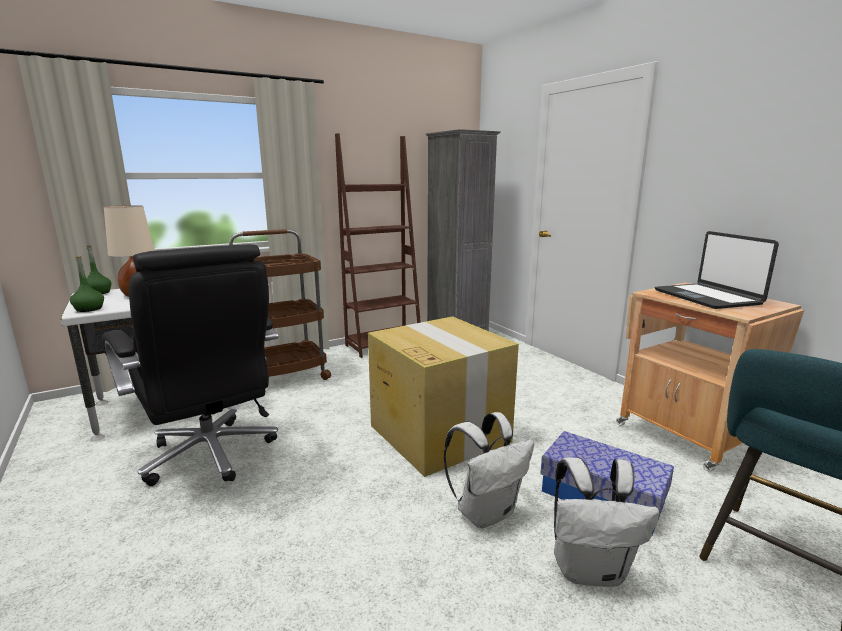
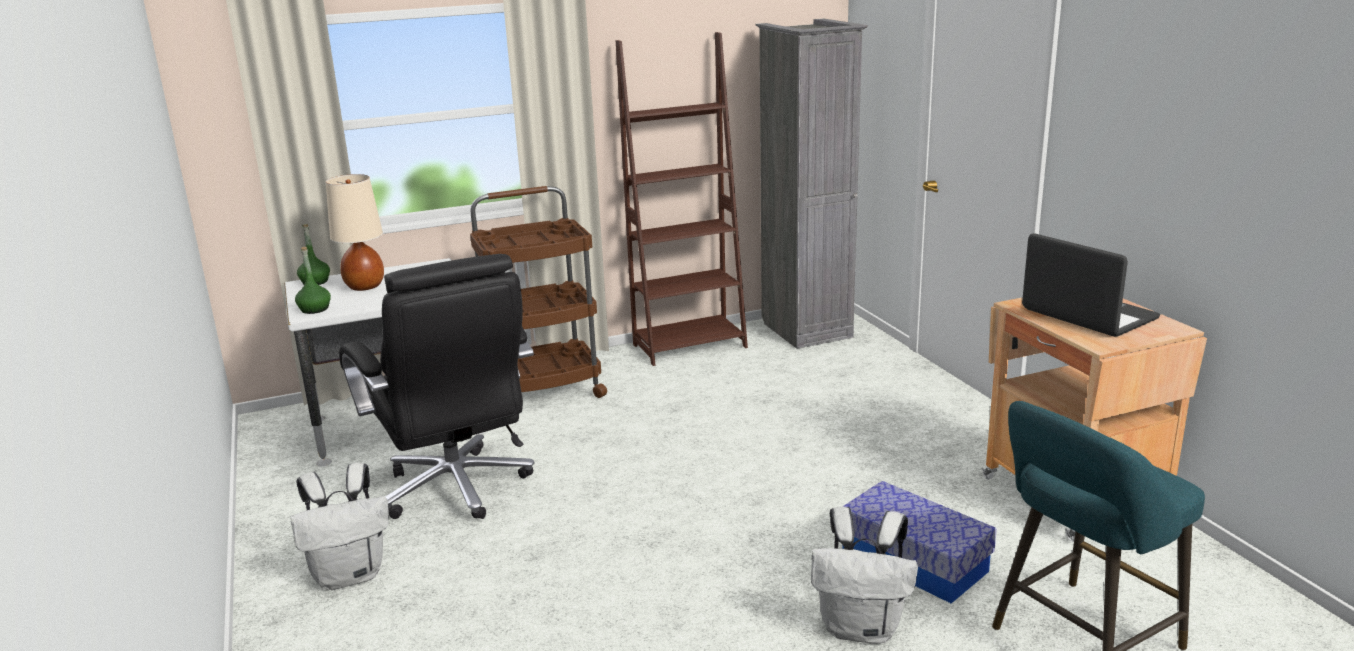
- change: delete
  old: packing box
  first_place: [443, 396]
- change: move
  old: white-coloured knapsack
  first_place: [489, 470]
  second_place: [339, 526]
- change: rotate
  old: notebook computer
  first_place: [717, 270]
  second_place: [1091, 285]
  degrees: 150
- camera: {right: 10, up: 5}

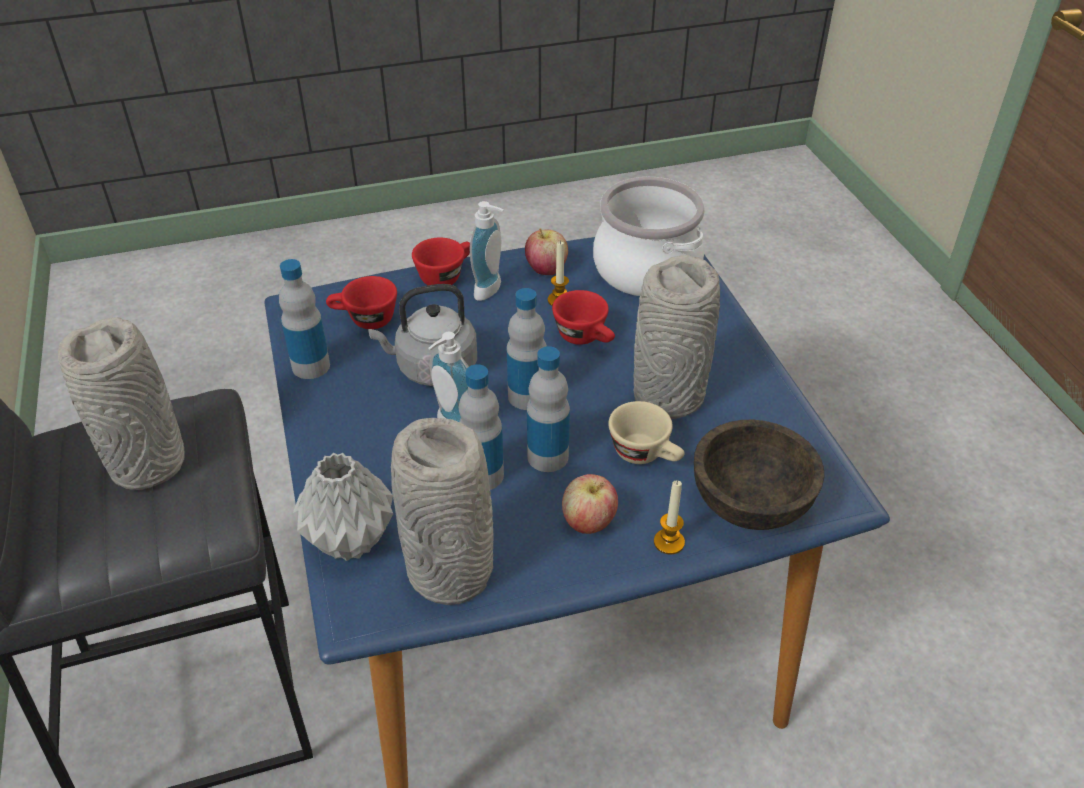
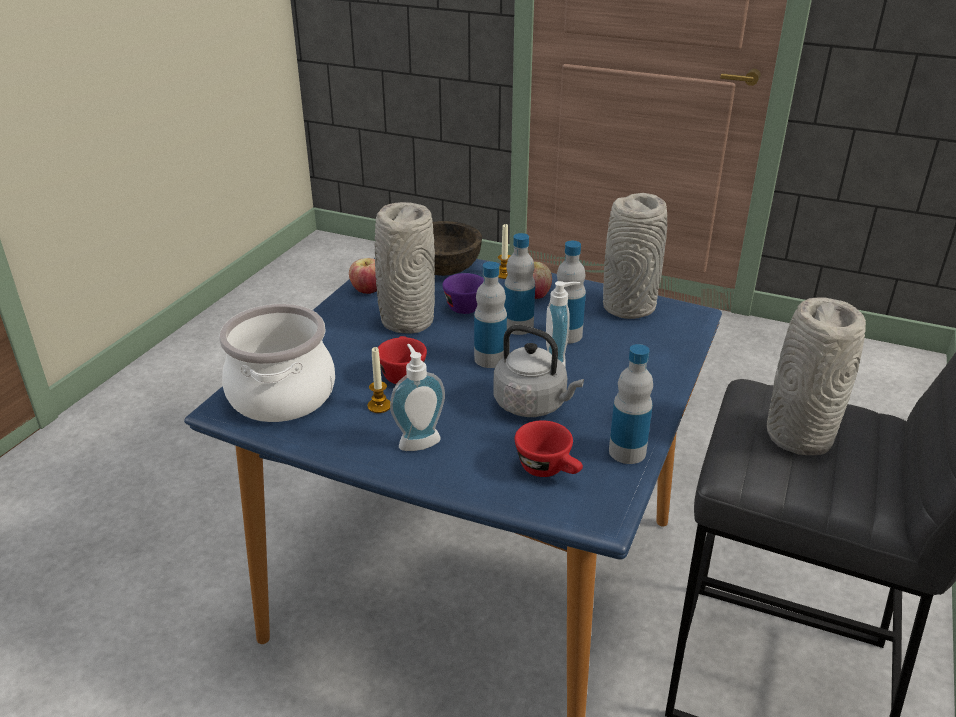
- change: delete
  old: greyish decorative vase
  first_place: [343, 507]
- change: delete
  old: red-coloured cup
  first_place: [441, 261]
- change: move
  old: apple
  first_place: [546, 251]
  second_place: [363, 276]
- change: recolor
  old: beige-coloured cup
  new: purplish cup
  first_place: [646, 432]
  second_place: [463, 293]
- camera: {right: -140, up: -10}

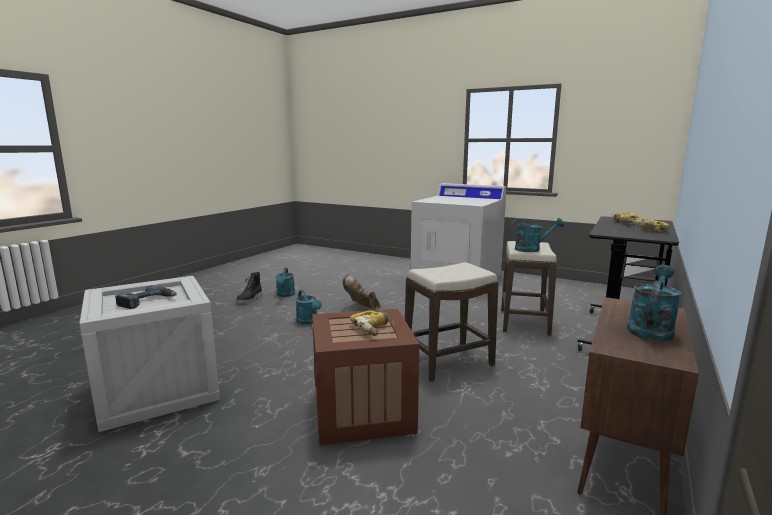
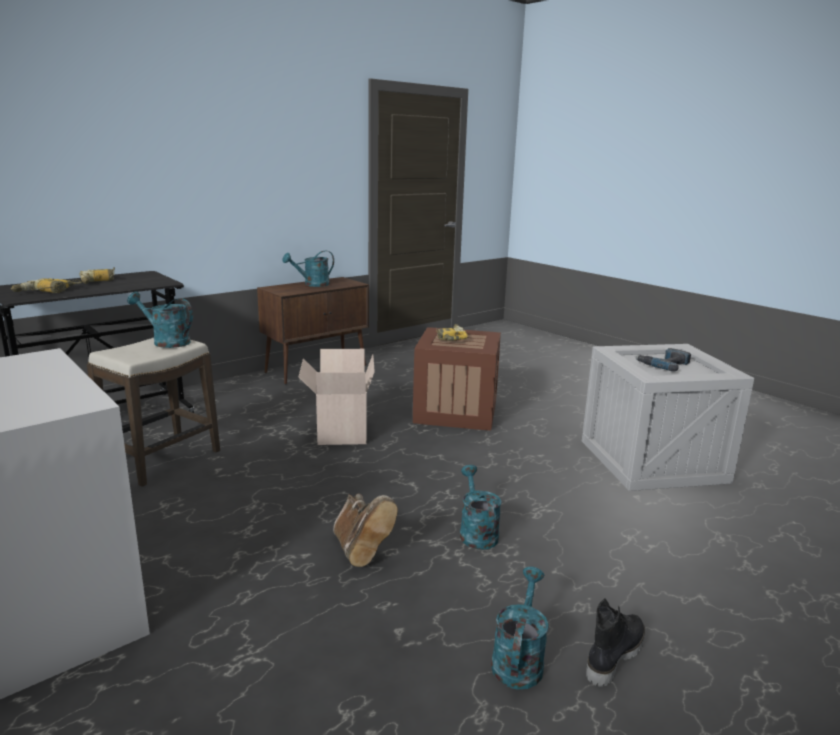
- change: replace
  old: sitting stool
  new: packing box
  first_place: [452, 321]
  second_place: [337, 397]
- camera: {right: -160, up: 5}

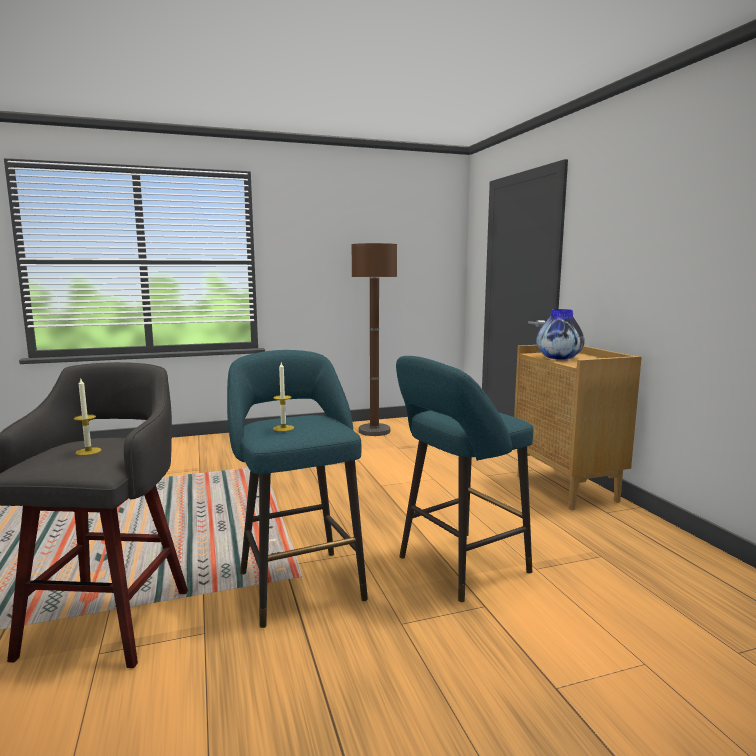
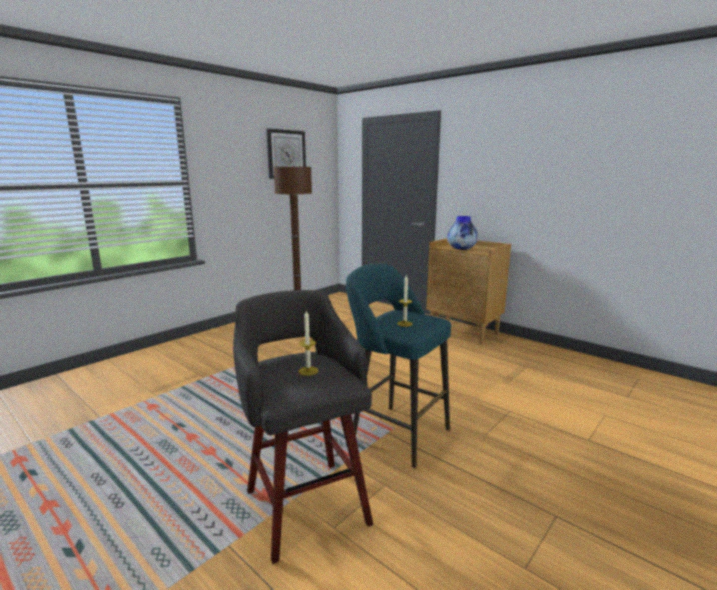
- change: delete
  old: blue-green sitting stool
  first_place: [464, 479]
- change: insert
  new: wall clock
  second_place: [286, 153]
- camera: {right: -30, up: 5}

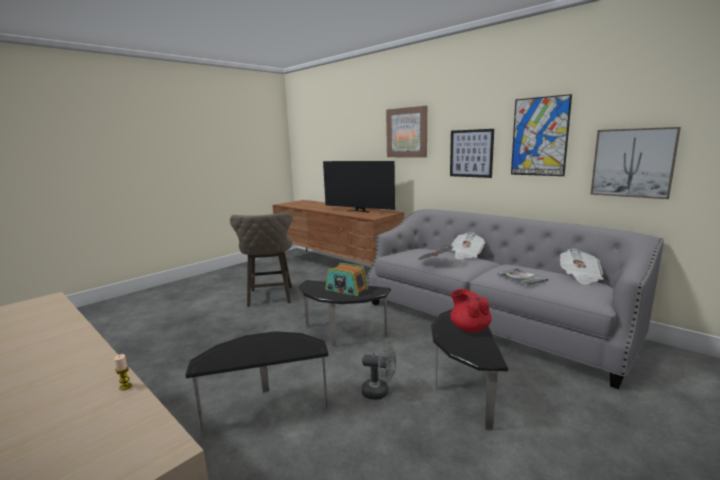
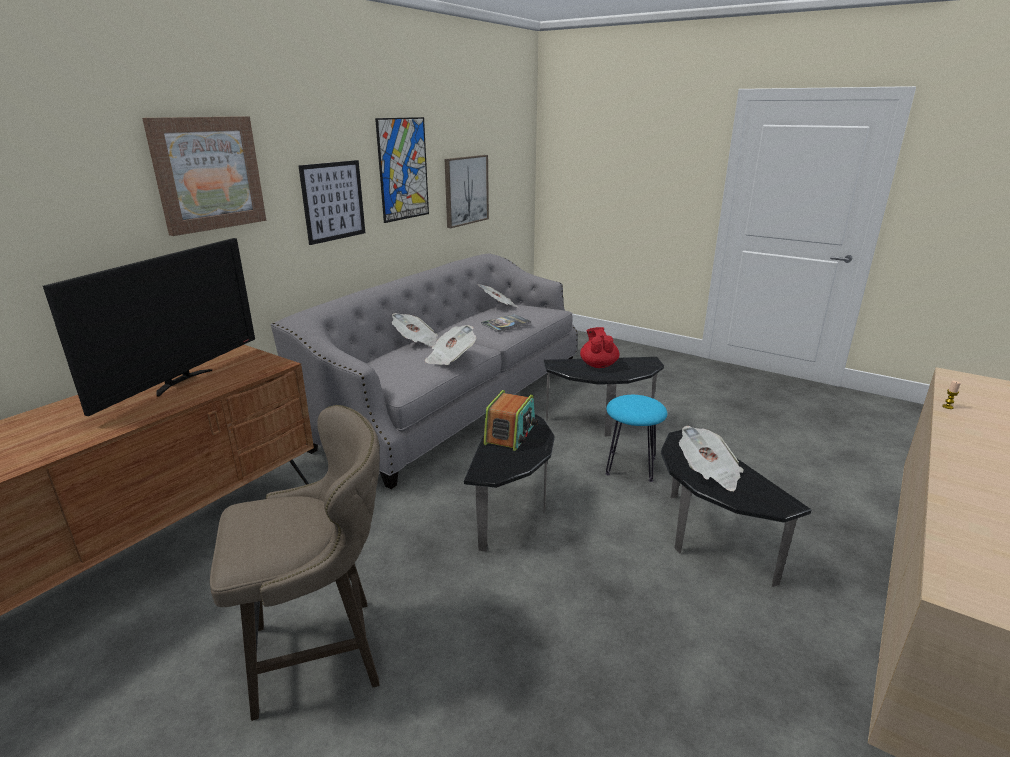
- change: replace
  old: greyish electric fan
  new: blue-green sitting stool
  first_place: [378, 372]
  second_place: [636, 438]
- change: rotate
  old: red-coloured pot for tea
  first_place: [471, 310]
  second_place: [599, 347]
  degrees: 120
- change: insert
  new: daily paper
  second_place: [711, 458]
- camera: {right: -100, up: 10}

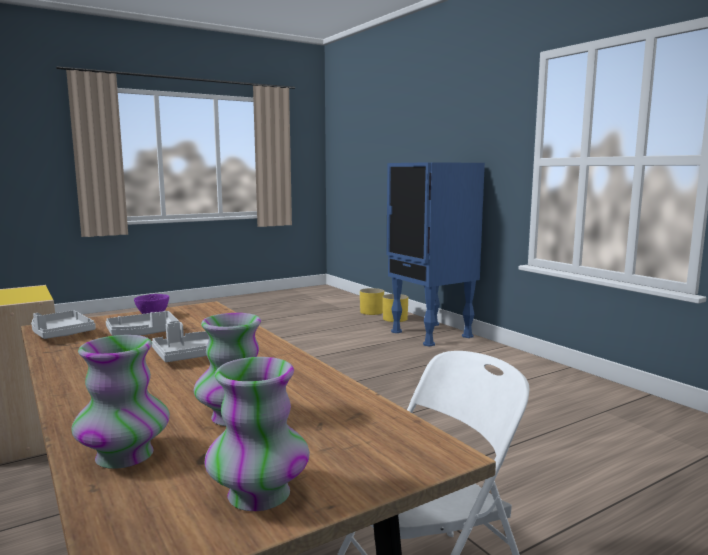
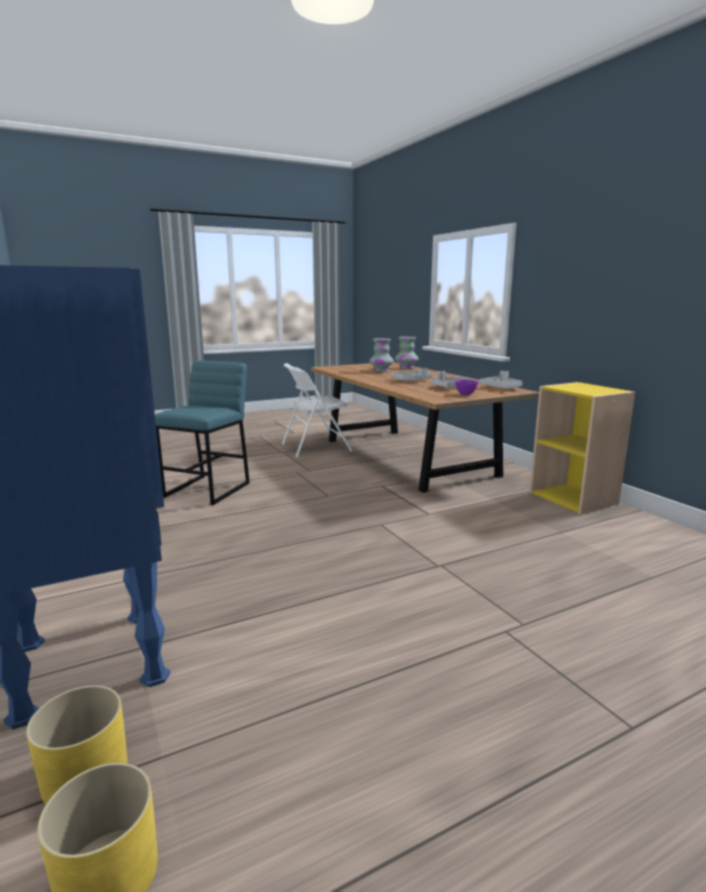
- change: delete
  old: decorative vase
  first_place: [257, 434]
- change: insert
  new: bluish sitting stool
  second_place: [202, 432]
- camera: {right: -175, up: 5}

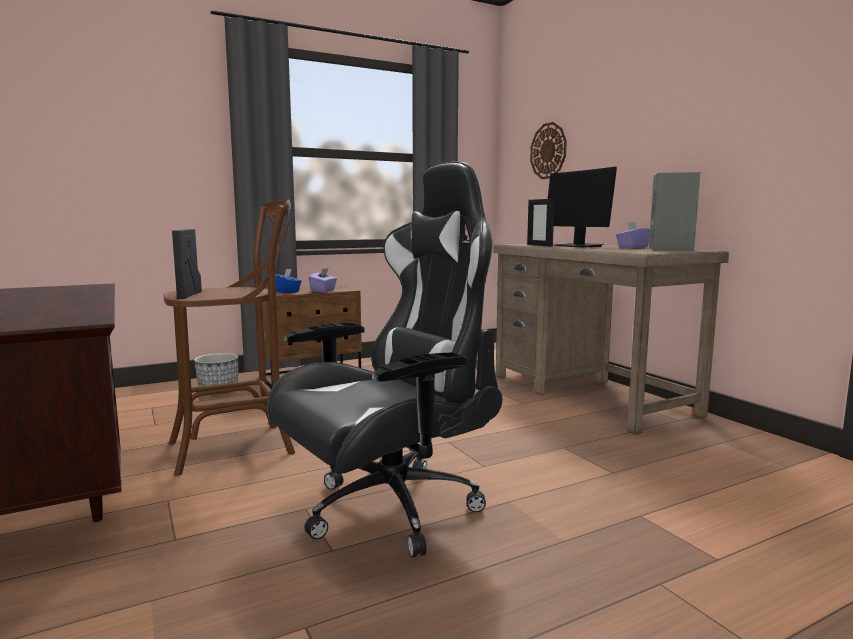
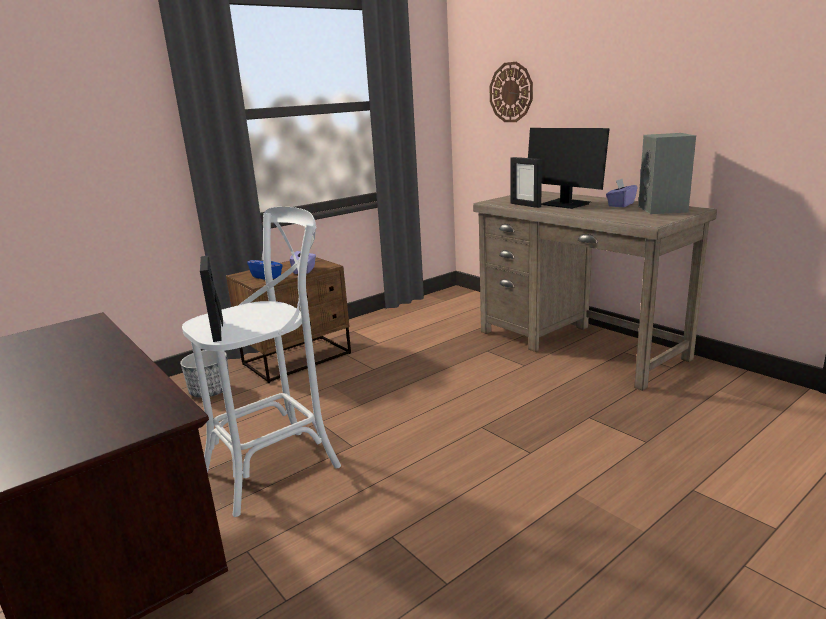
- change: recolor
  old: brown-coloured sitting stool
  new: white-coloured sitting stool
  first_place: [229, 337]
  second_place: [261, 362]
- change: delete
  old: black-coloured desk chair
  first_place: [384, 359]
- camera: {right: -10, up: 10}

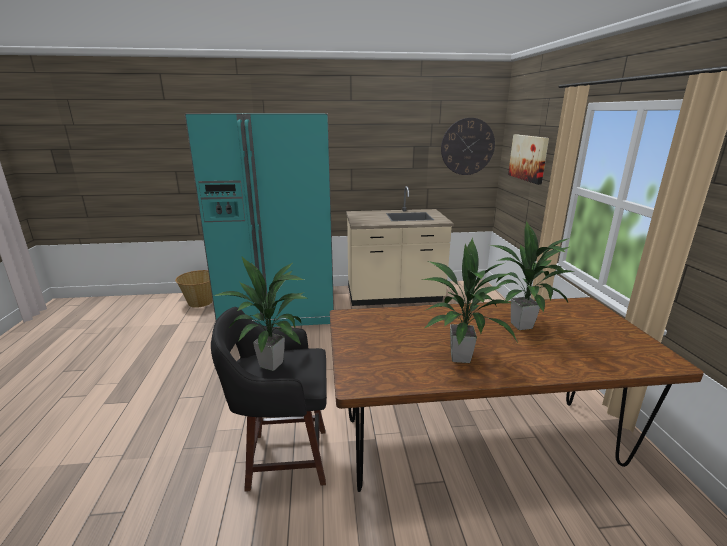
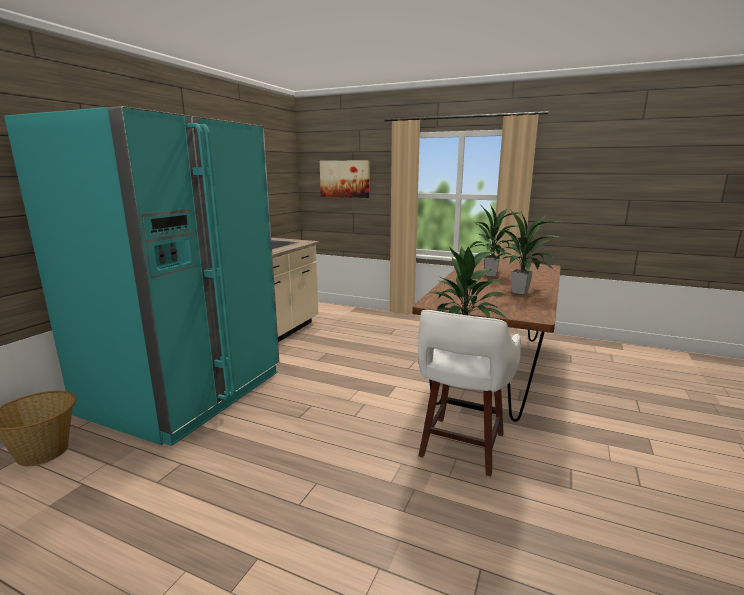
- change: recolor
  old: black-coloured sitting stool
  new: white-coloured sitting stool
  first_place: [269, 399]
  second_place: [469, 393]
- change: delete
  old: wall clock
  first_place: [468, 146]
- camera: {right: -60, up: -5}

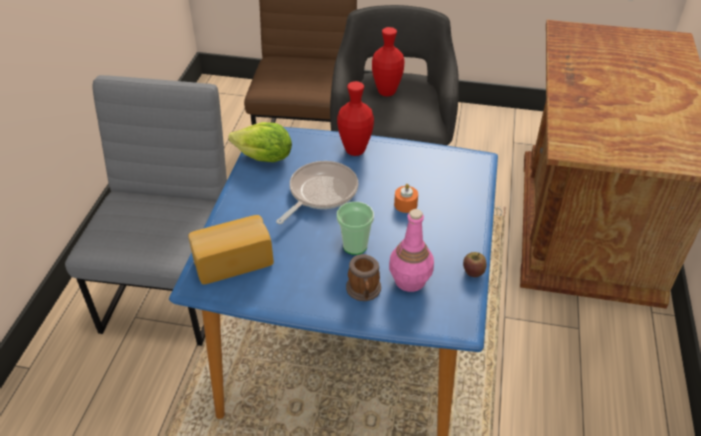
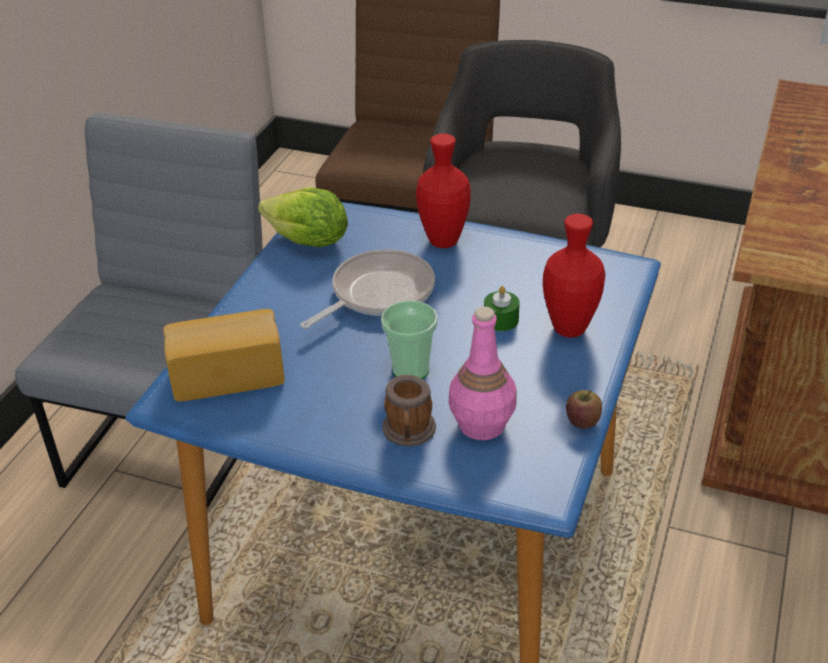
- change: move
  old: red-coloured decorative vase
  first_place: [388, 61]
  second_place: [574, 276]
- change: recolor
  old: orange wax candle
  new: green-coloured wax candle
  first_place: [406, 198]
  second_place: [502, 308]
- camera: {right: 10, up: -5}

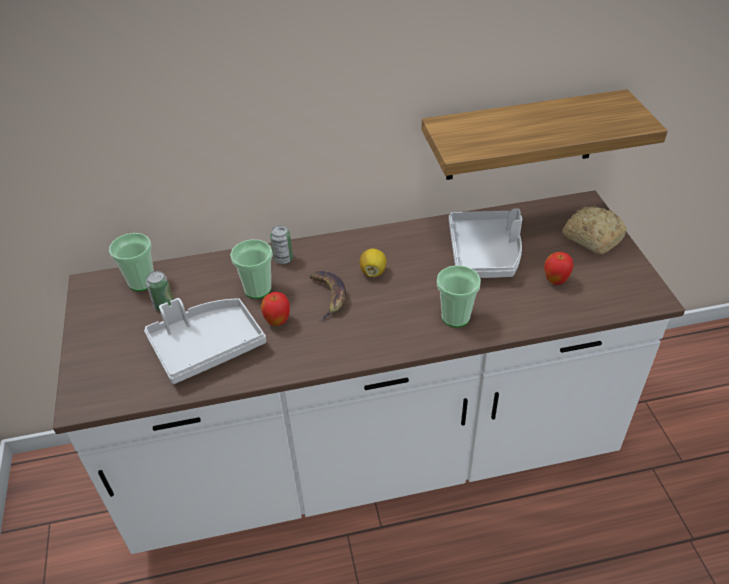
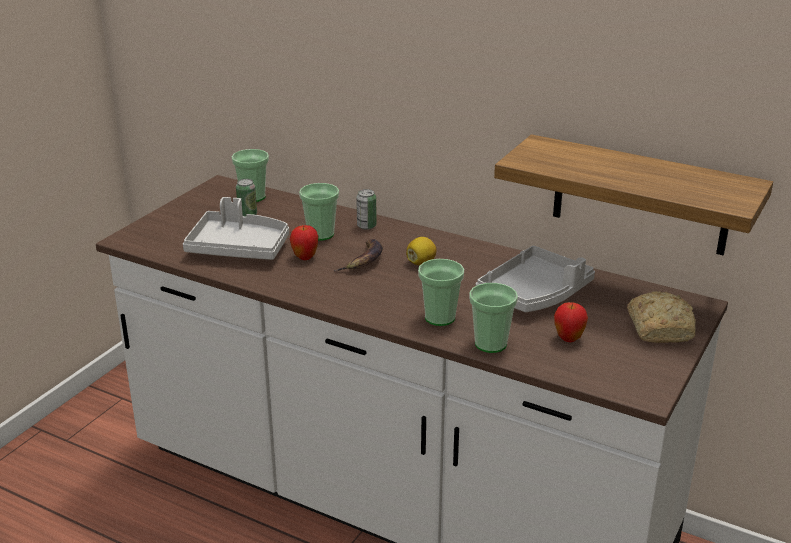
- change: insert
  new: cup
  second_place: [493, 318]
- camera: {right: 40, up: -15}

